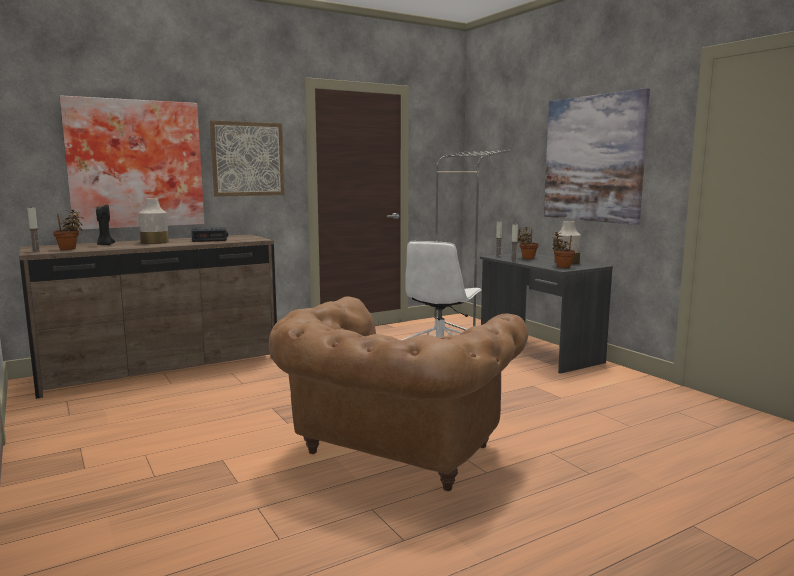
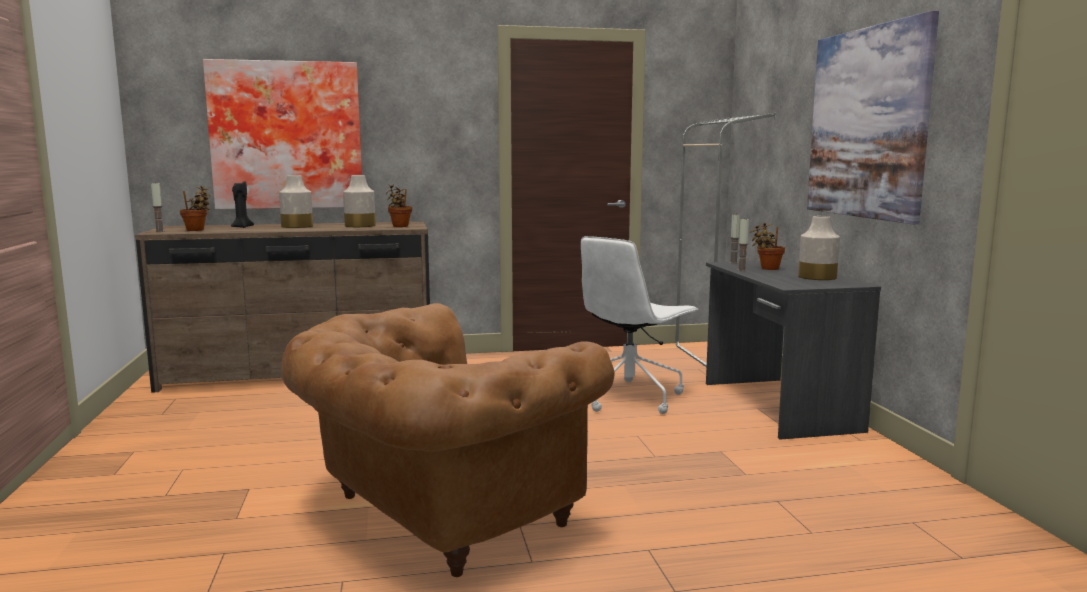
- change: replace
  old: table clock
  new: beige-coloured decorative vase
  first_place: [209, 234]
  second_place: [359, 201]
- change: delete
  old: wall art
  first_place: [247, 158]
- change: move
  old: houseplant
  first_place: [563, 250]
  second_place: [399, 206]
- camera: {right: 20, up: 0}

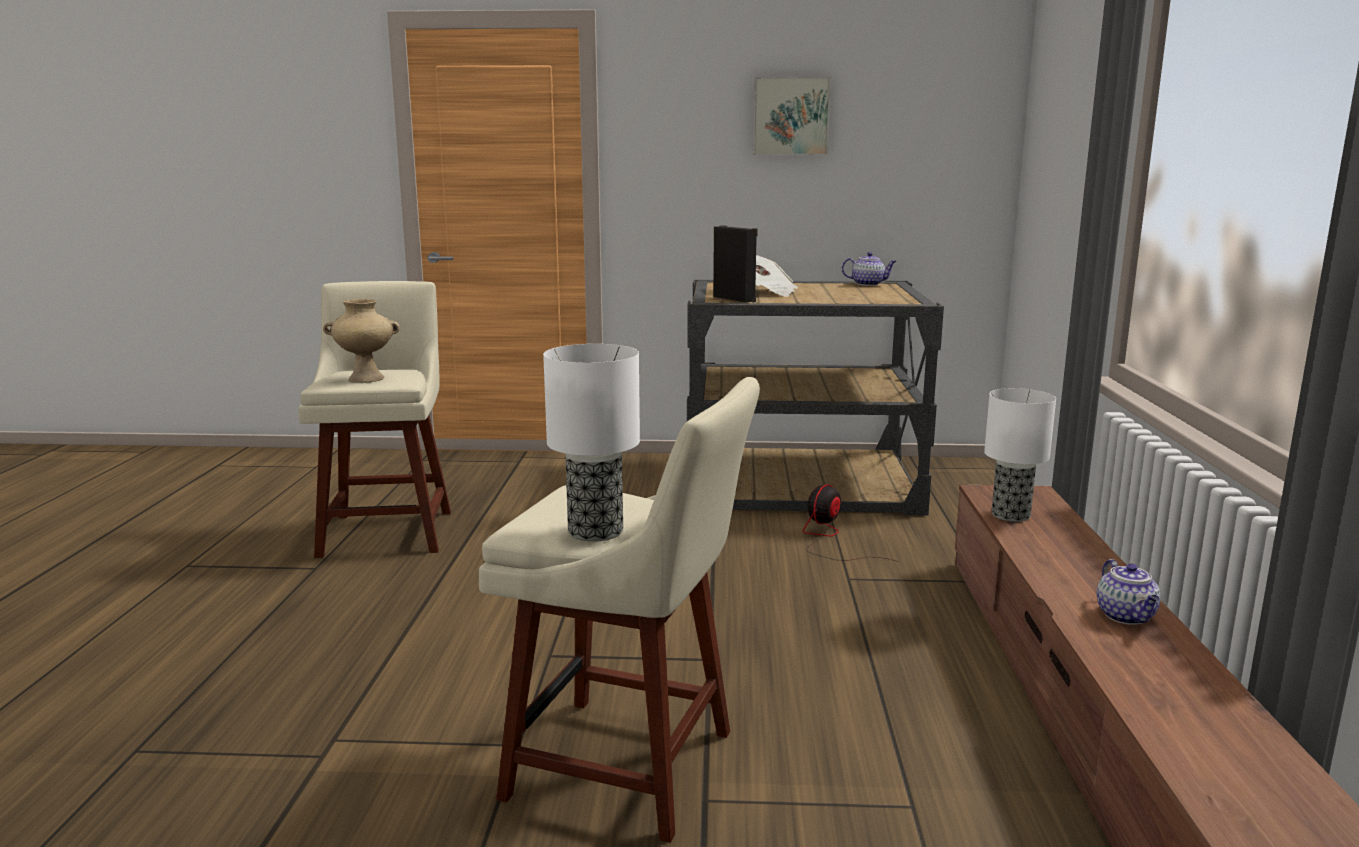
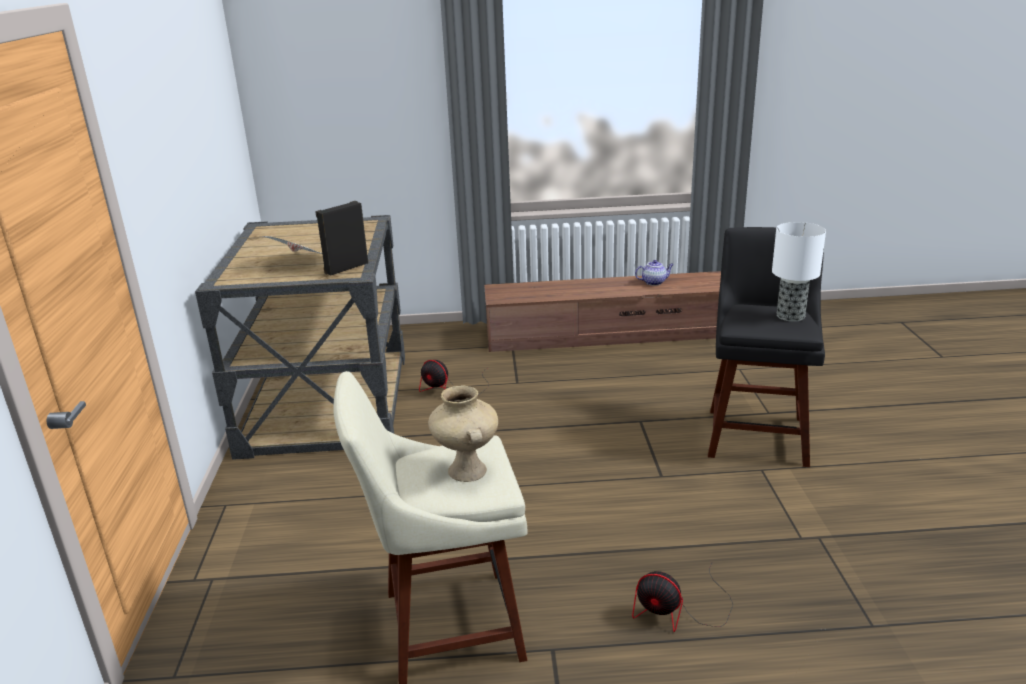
- change: recolor
  old: beige-coloured sitting stool
  new: black-coloured sitting stool
  first_place: [619, 610]
  second_place: [766, 347]
- change: delete
  old: wall art
  first_place: [792, 115]
- change: delete
  old: pot for tea
  first_place: [869, 269]
- change: delete
  old: table lamp
  first_place: [1020, 455]
- change: insert
  new: electric fan
  second_place: [682, 596]
- camera: {right: -95, up: 10}

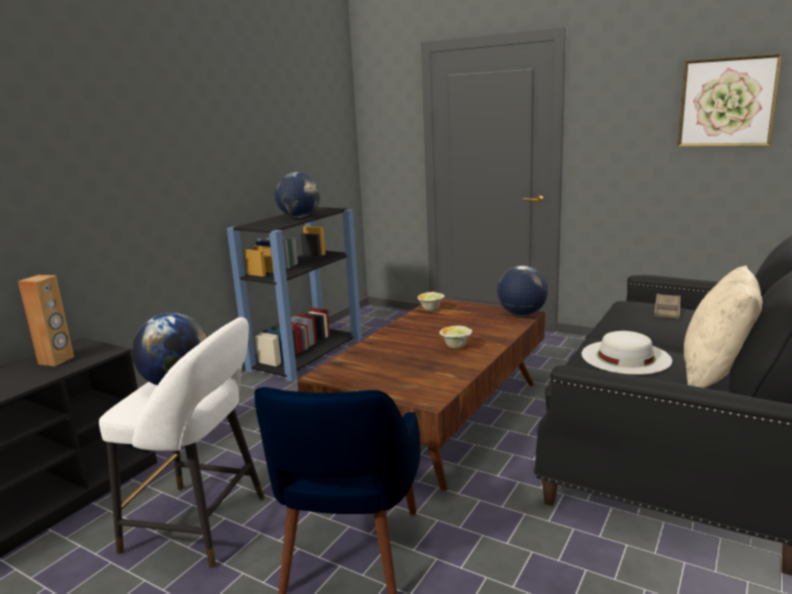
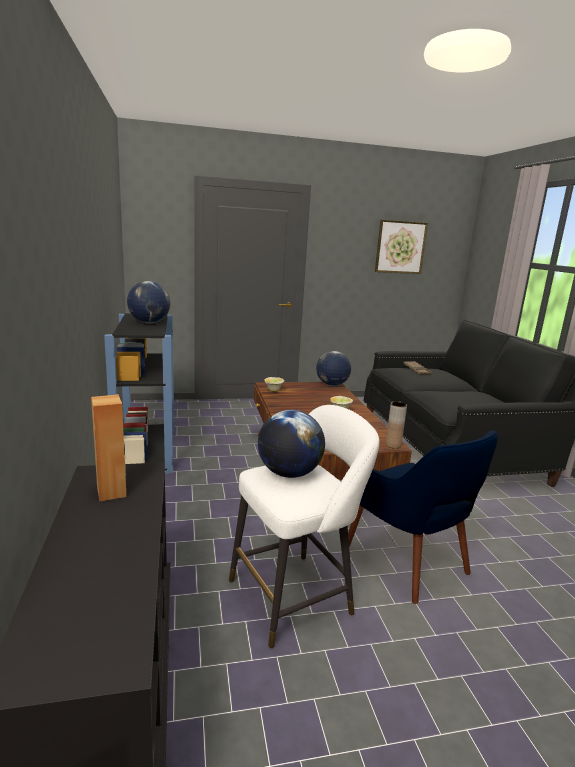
- change: delete
  old: white-coloured wearable hat
  first_place: [626, 353]
- change: delete
  old: beige-coloured pillow
  first_place: [723, 326]
- change: insert
  new: brown-coloured decorative vase
  second_place: [396, 425]
- camera: {right: -45, up: 0}

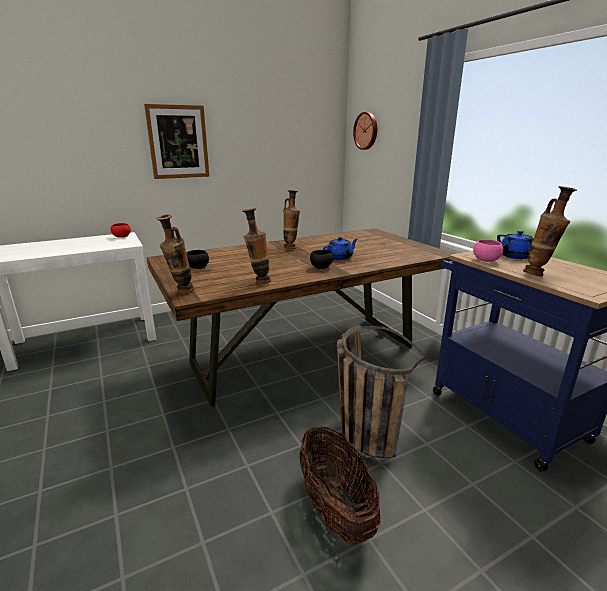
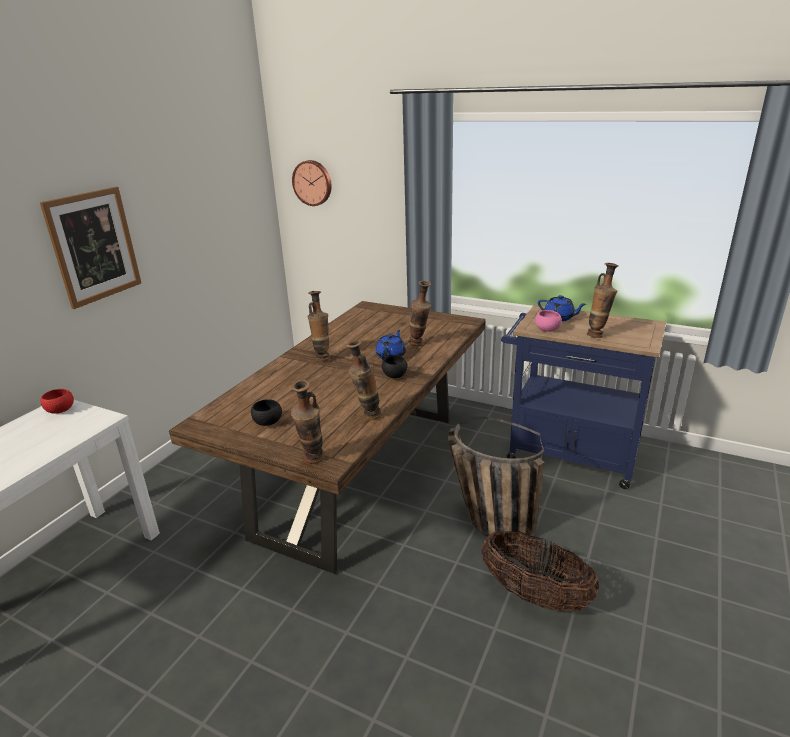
- change: insert
  new: decorative vase
  second_place: [419, 313]
- camera: {right: -35, up: 5}

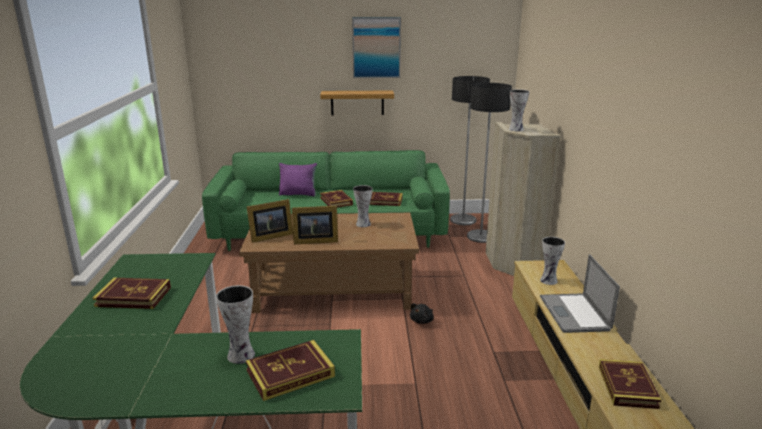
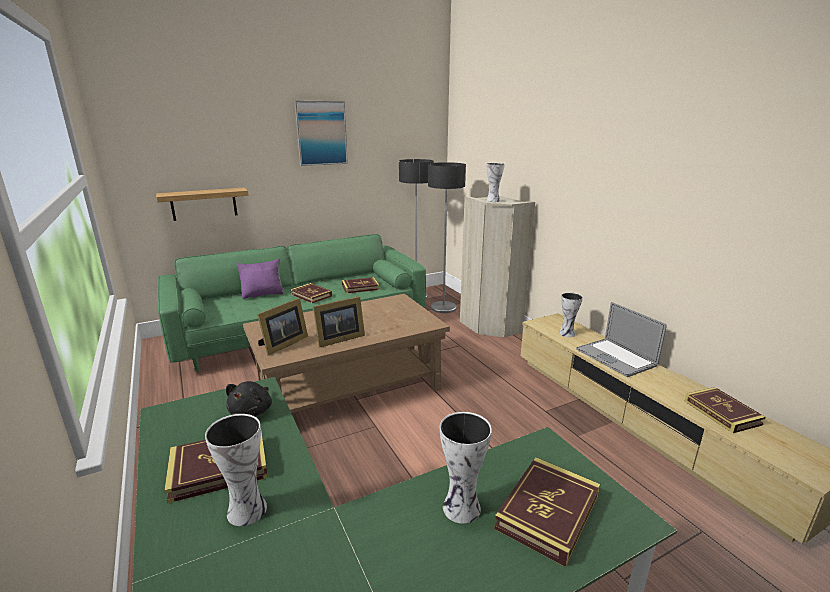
- change: move
  old: wall shelf
  first_place: [357, 103]
  second_place: [202, 204]
- change: move
  old: decorative vase
  first_place: [362, 206]
  second_place: [236, 470]
- change: move
  old: black-coloured soft toy
  first_place: [422, 313]
  second_place: [249, 398]
- camera: {right: -25, up: 0}

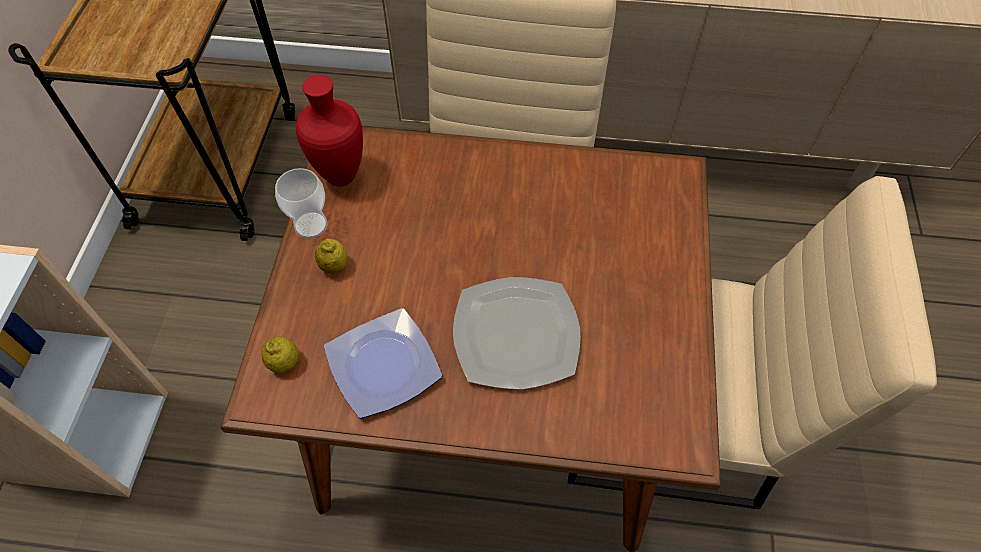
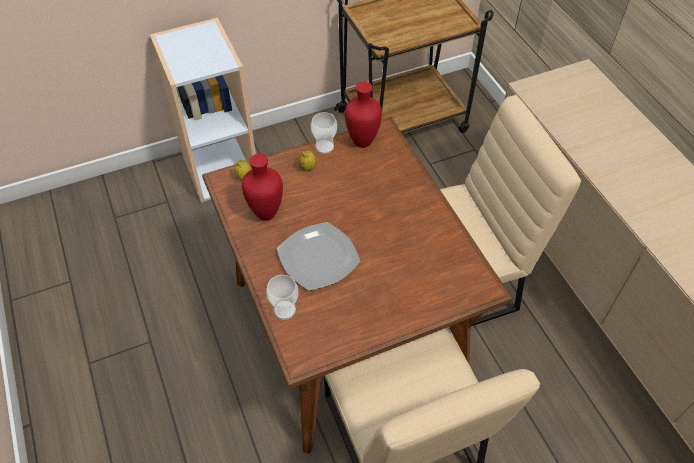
- change: replace
  old: dinner plate
  new: red-coloured decorative vase
  first_place: [383, 363]
  second_place: [262, 187]
- change: insert
  new: cup
  second_place: [282, 297]
- camera: {right: 60, up: -5}

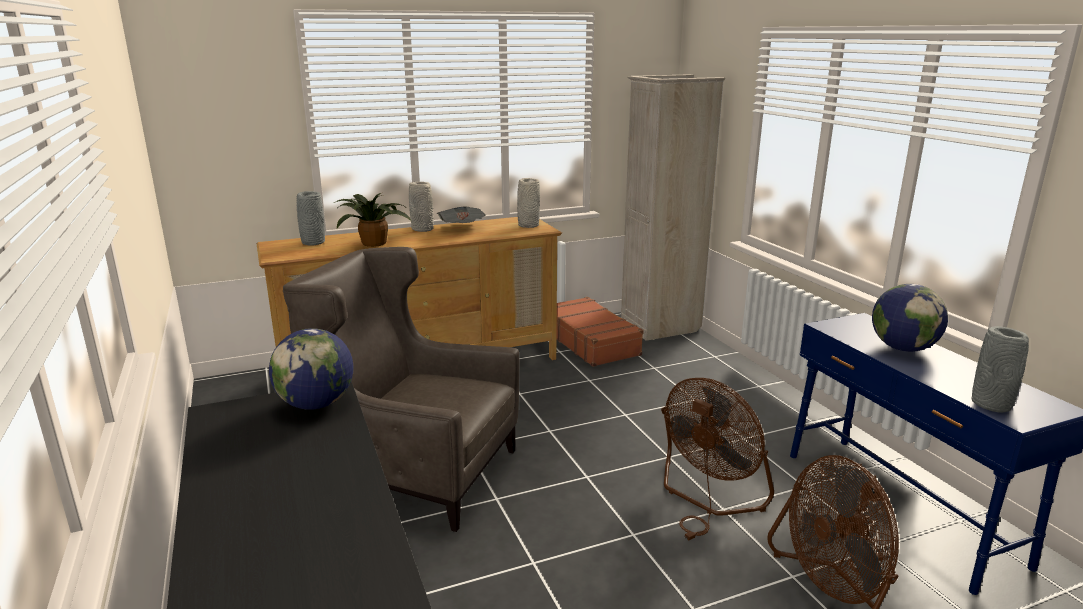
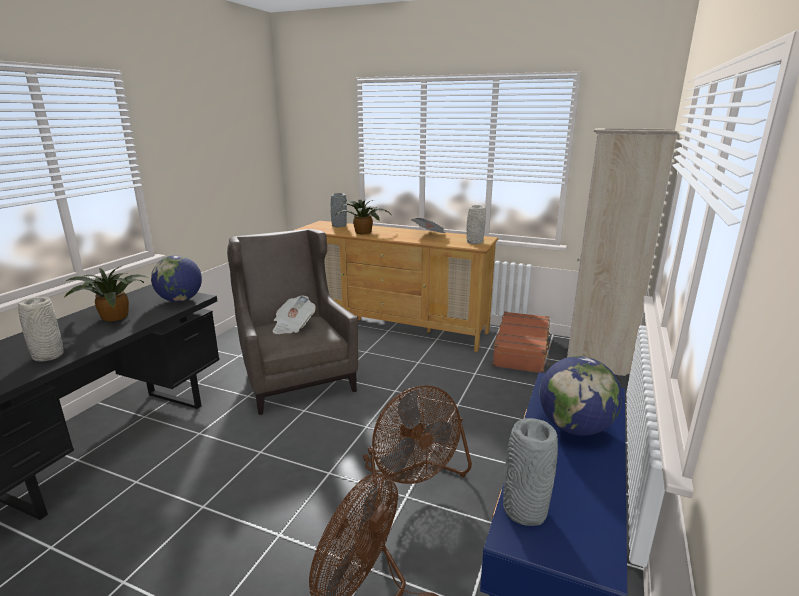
- change: move
  old: greyish decorative vase
  first_place: [421, 207]
  second_place: [41, 329]
- change: rotate
  old: brown-coloured electric fan
  first_place: [717, 459]
  second_place: [417, 447]
  degrees: 60
- change: insert
  new: houseplant
  second_place: [106, 294]
- change: insert
  new: daily paper
  second_place: [294, 315]
- camera: {right: 45, up: 0}

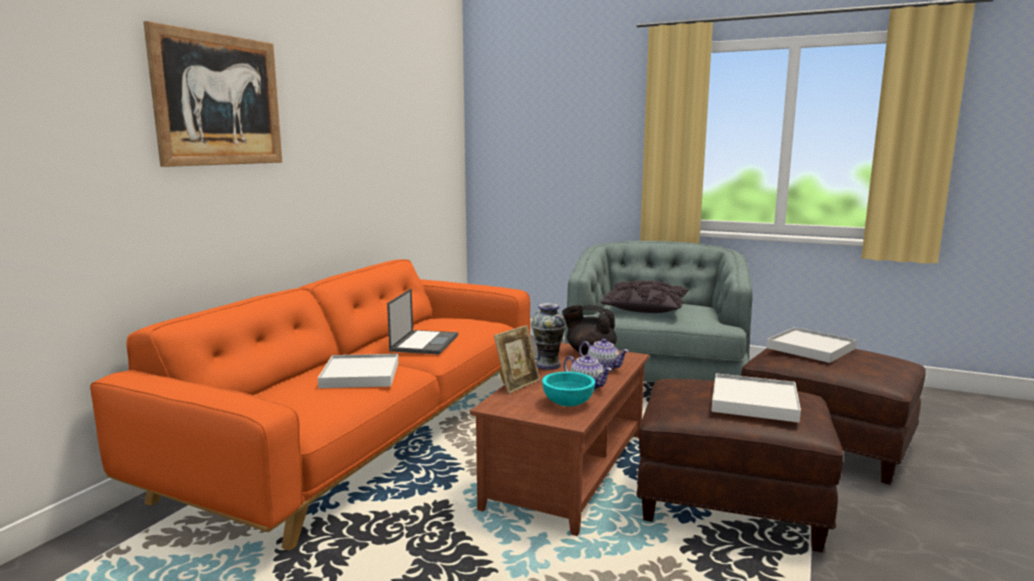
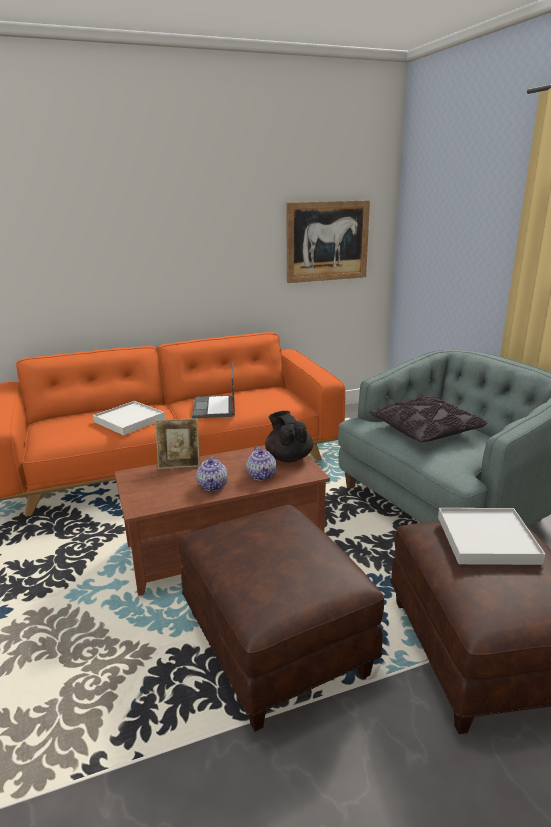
- change: move
  old: wall art
  first_place: [212, 94]
  second_place: [328, 241]
- change: rotate
  old: notebook computer
  first_place: [422, 321]
  second_place: [213, 390]
  degrees: 120
- change: delete
  old: decorative vase
  first_place: [548, 336]
- change: delete
  old: blue-green serving bowl
  first_place: [568, 389]
- change: delete
  old: white-coloured carrying tray
  first_place: [756, 398]
- camera: {right: 45, up: 10}

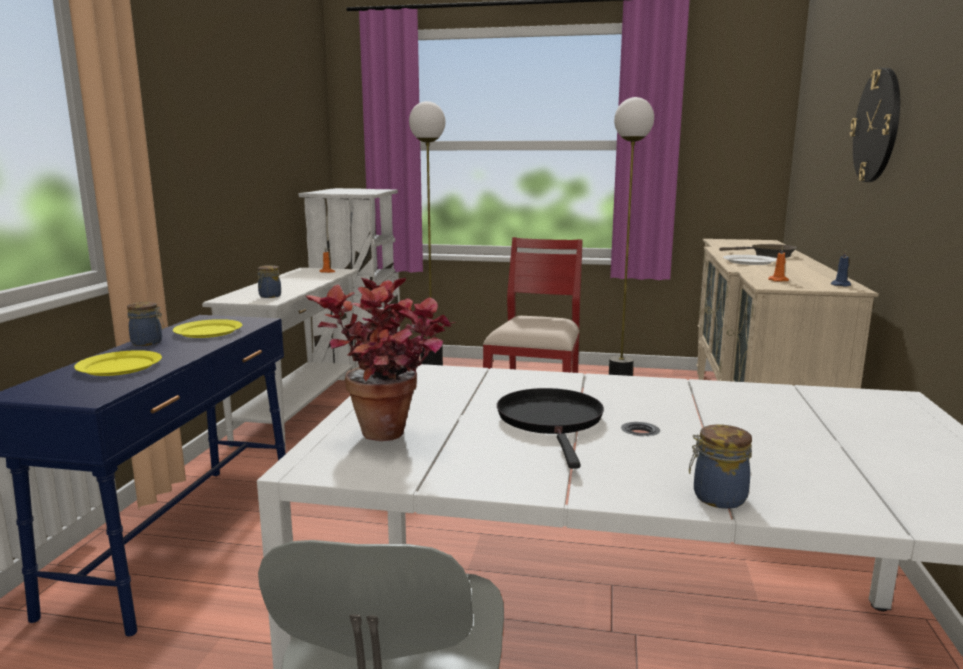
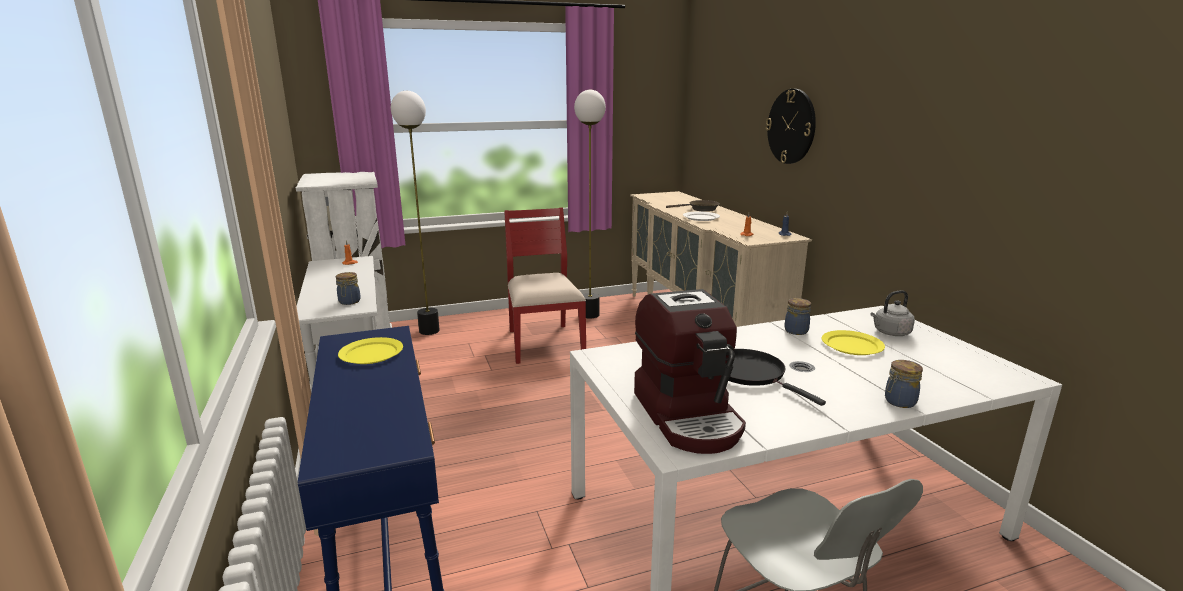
- change: move
  old: yellowish dinner plate
  first_place: [118, 363]
  second_place: [853, 342]
- change: move
  old: jar
  first_place: [145, 324]
  second_place: [798, 316]
- change: replace
  old: houseplant
  new: coffee brewer
  first_place: [380, 359]
  second_place: [690, 371]
- change: insert
  new: greyish tea kettle
  second_place: [893, 313]
- camera: {right: -30, up: 5}

